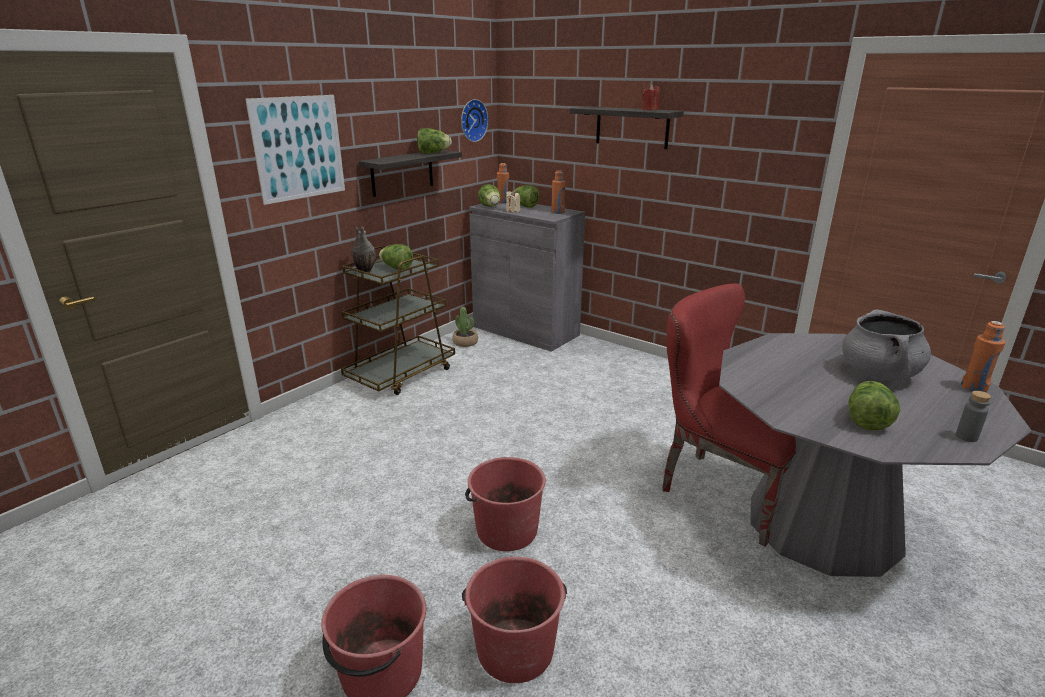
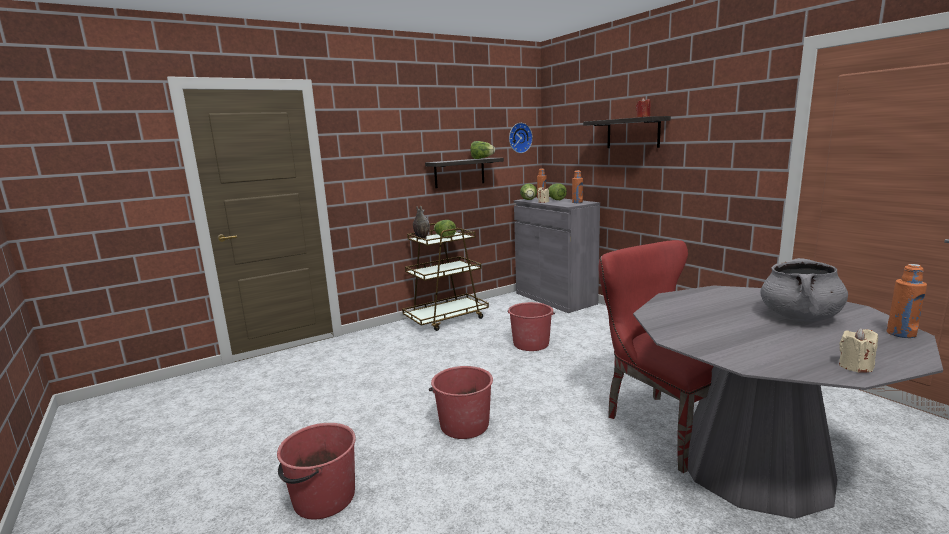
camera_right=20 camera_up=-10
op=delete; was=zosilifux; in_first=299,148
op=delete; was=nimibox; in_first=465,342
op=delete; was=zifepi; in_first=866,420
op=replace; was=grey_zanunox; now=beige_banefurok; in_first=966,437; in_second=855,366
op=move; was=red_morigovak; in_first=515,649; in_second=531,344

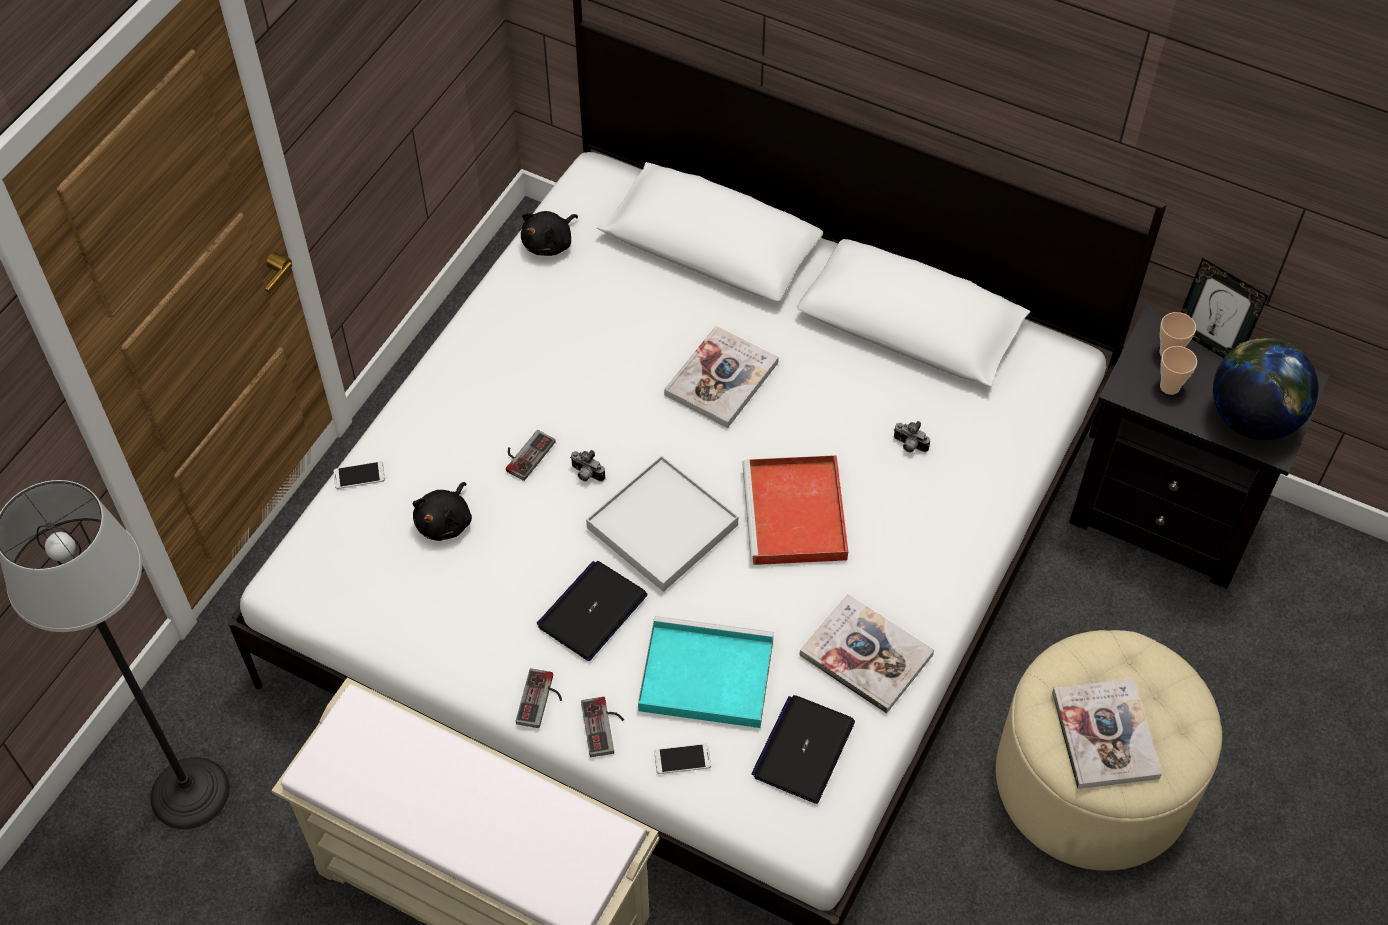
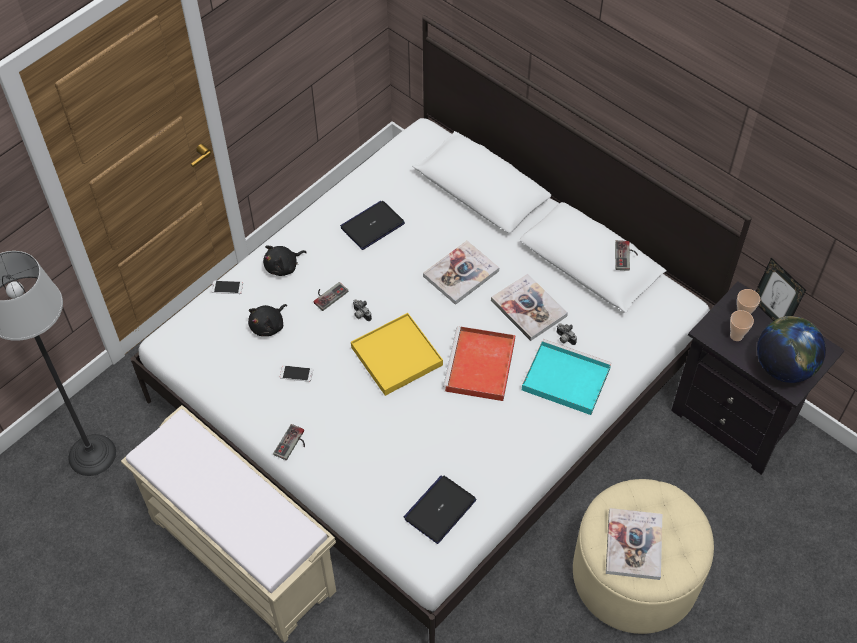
camera_right=15 camera_up=0
op=move; was=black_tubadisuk; in_first=550,243; in_second=283,267
op=recolor; was=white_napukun; now=yellow_napukun; in_first=662,526; in_second=396,356
op=move; was=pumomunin; in_first=592,611; in_second=372,225
op=move; was=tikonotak; in_first=866,655; in_second=528,308
op=move; was=turquoise_napukun; in_first=703,676; in_second=564,379
op=move; was=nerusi; in_first=605,726; in_second=626,256
op=move; was=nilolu; in_first=682,759; in_second=296,373

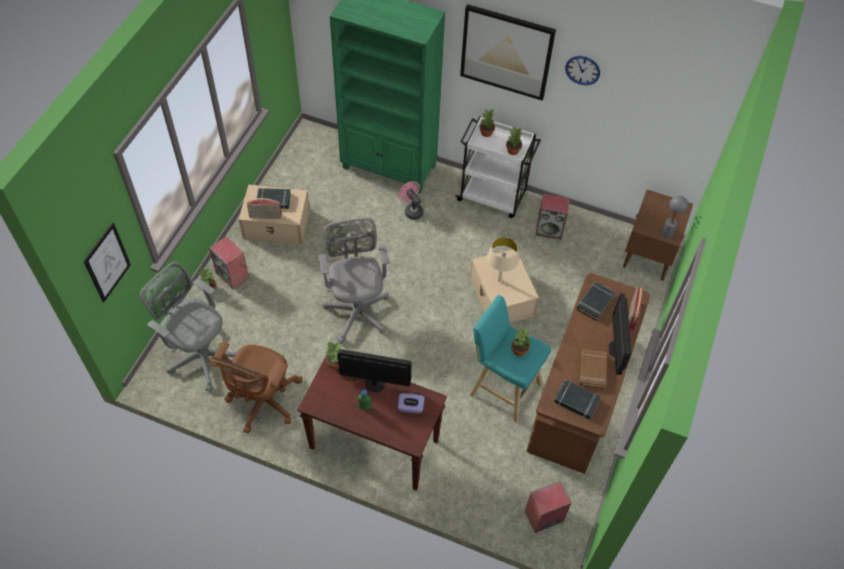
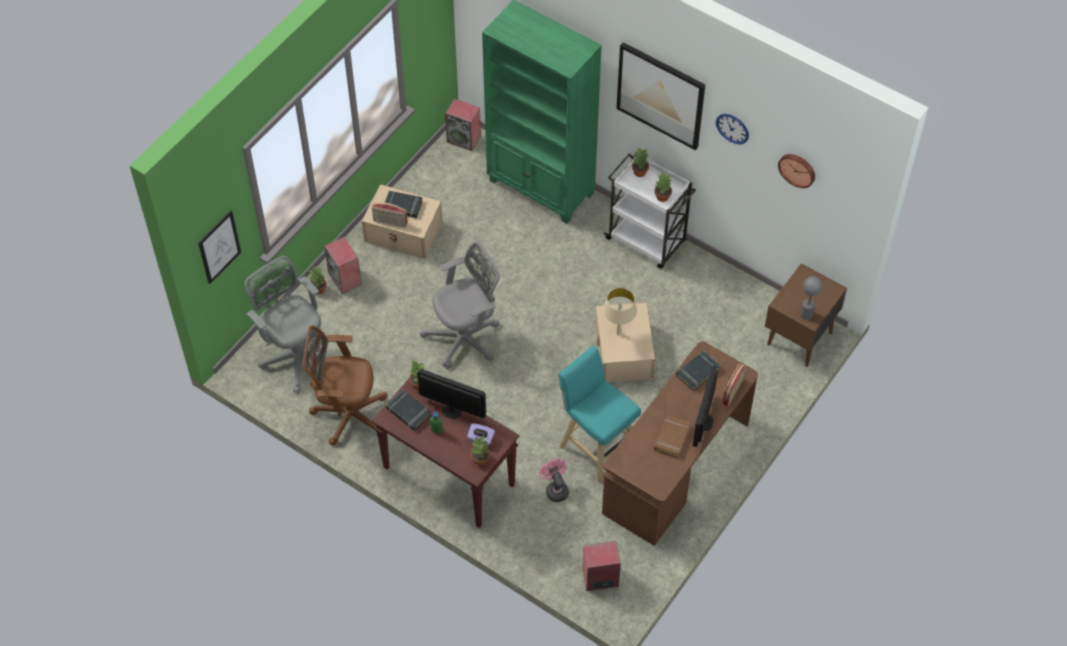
camera_right=15 camera_up=0
op=move; was=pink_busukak; in_first=411,210; in_second=555,489
op=move; was=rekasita; in_first=549,229; in_second=464,139
op=rotate; was=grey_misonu; in_first=357,309; in_second=466,338; clockwise=60
op=move; was=nimibox; in_first=519,350; in_second=480,459
op=rotate; was=brown_misonu; in_first=262,403; in_second=347,414; clockwise=60
op=move; was=black_tikonotak; in_first=576,401; in_second=408,412
op=insert; now=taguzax; in_second=797,169

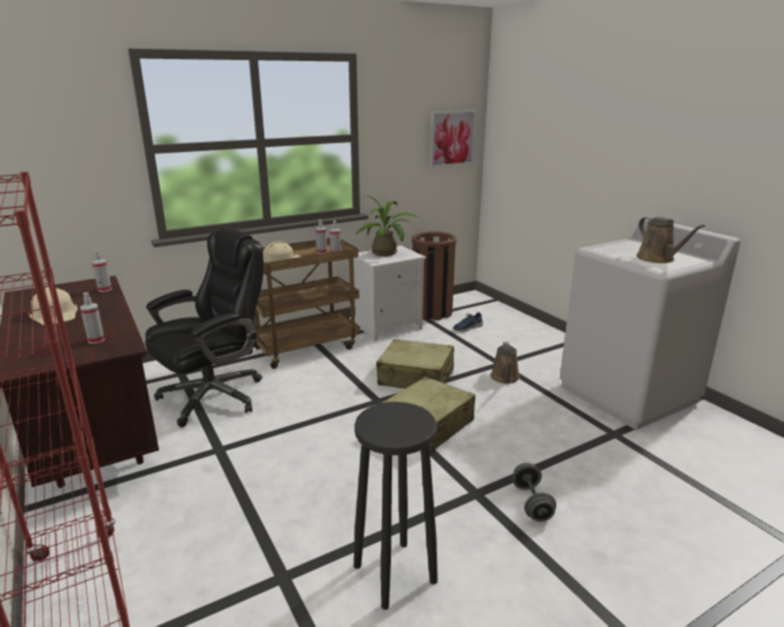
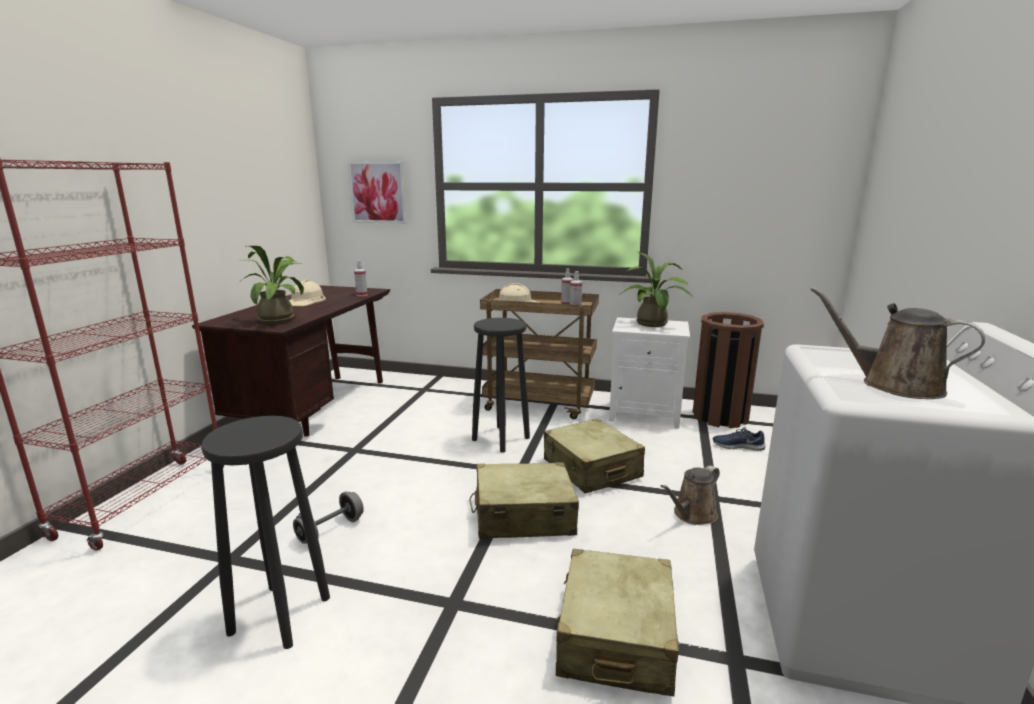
camera_right=45 camera_up=-5
op=move; was=zosilifux; in_first=452,138; in_second=378,192
op=rotate; was=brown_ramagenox; in_first=658,259; in_second=893,385; clockwise=105
op=delete; was=black_misonu; in_first=215,396
op=replace; was=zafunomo; now=nimibox; in_first=96,340; in_second=280,319
op=move; was=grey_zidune; in_first=531,503; in_second=330,530
op=insert; now=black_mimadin; in_second=501,439
op=insert; now=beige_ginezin; in_second=615,637

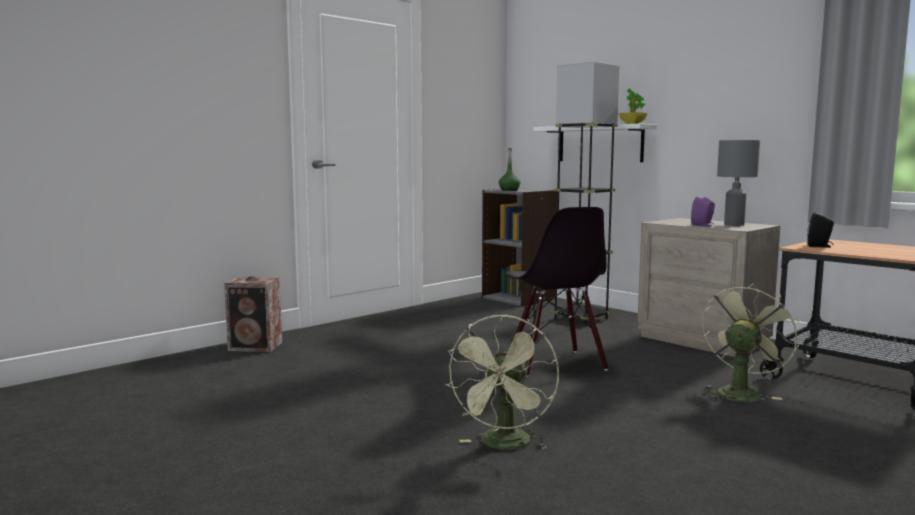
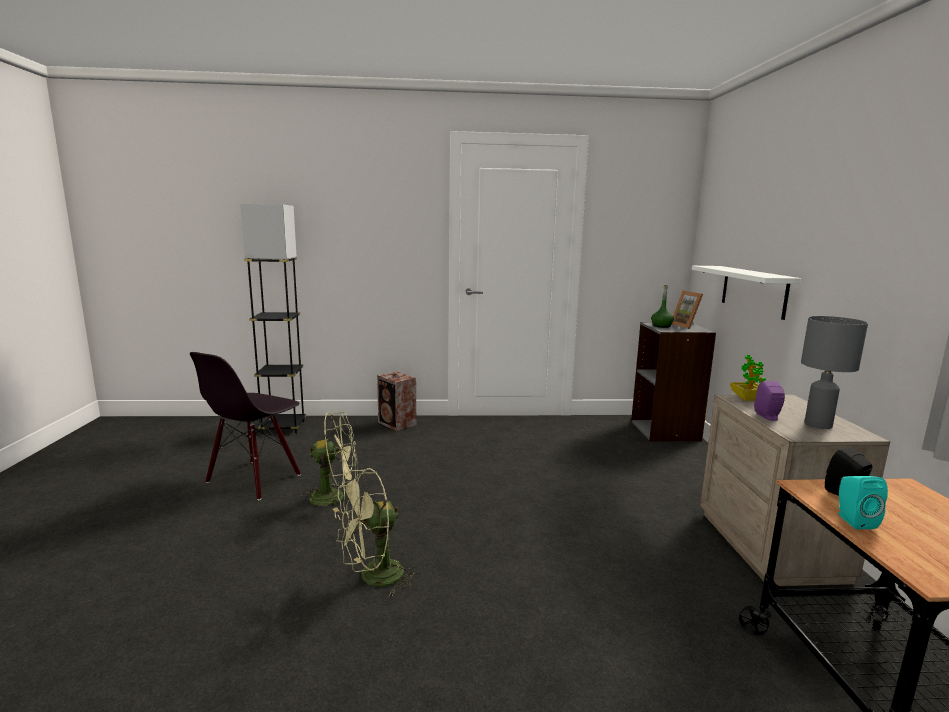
camera_right=40 camera_up=5
op=move; was=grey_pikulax; in_first=581,319; in_second=283,427
op=move; was=nimibox; in_first=632,123; in_second=747,399
op=move; was=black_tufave; in_first=554,363; in_second=254,479
op=move; was=green_busukak; in_first=740,392; in_second=335,497
op=insert; now=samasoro; in_second=686,326
op=insert; now=turquoise_rekasita; in_second=853,520

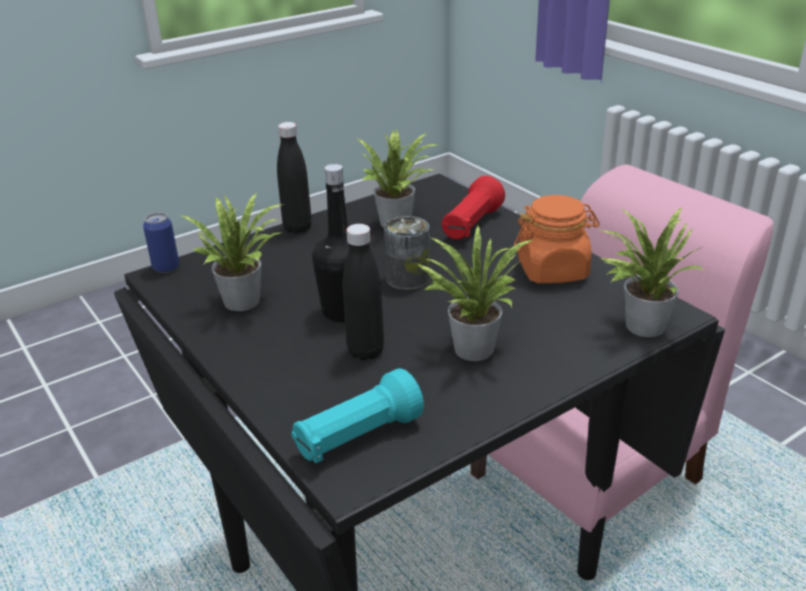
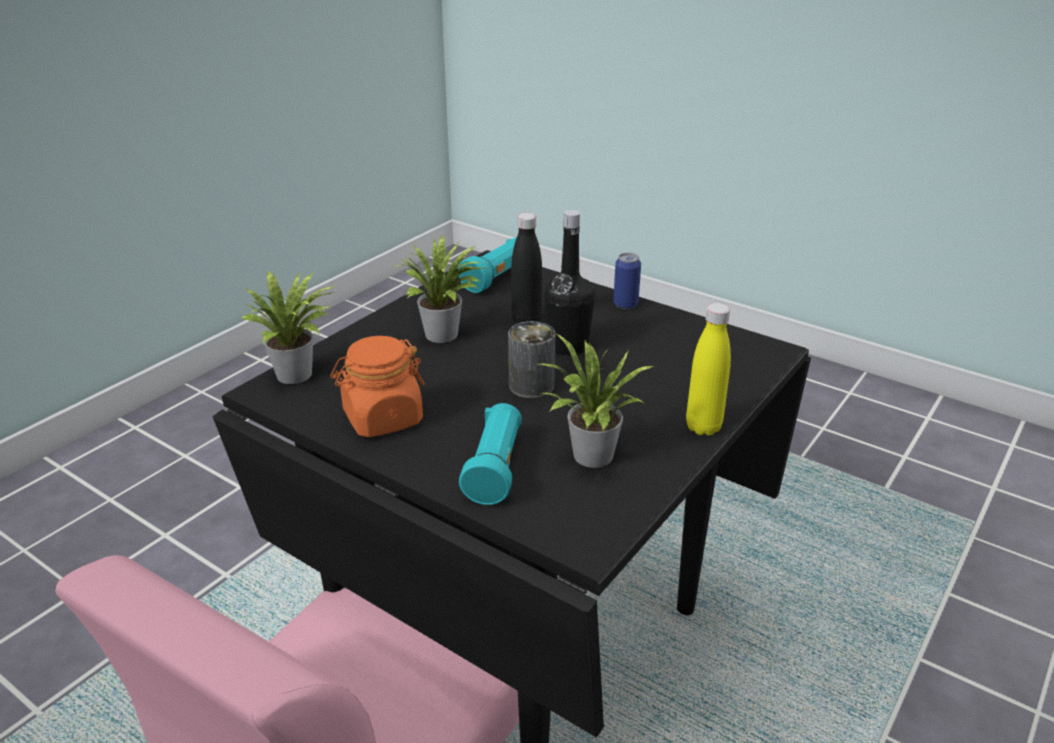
camera_right=160 camera_up=0
op=recolor; was=black_zanunox; now=yellow_zanunox; in_first=297,228; in_second=703,427
op=recolor; was=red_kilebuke; now=turquoise_kilebuke; in_first=471,225; in_second=495,468
op=delete; was=nimibox; in_first=245,299
op=move; was=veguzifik; in_first=166,267; in_second=625,304

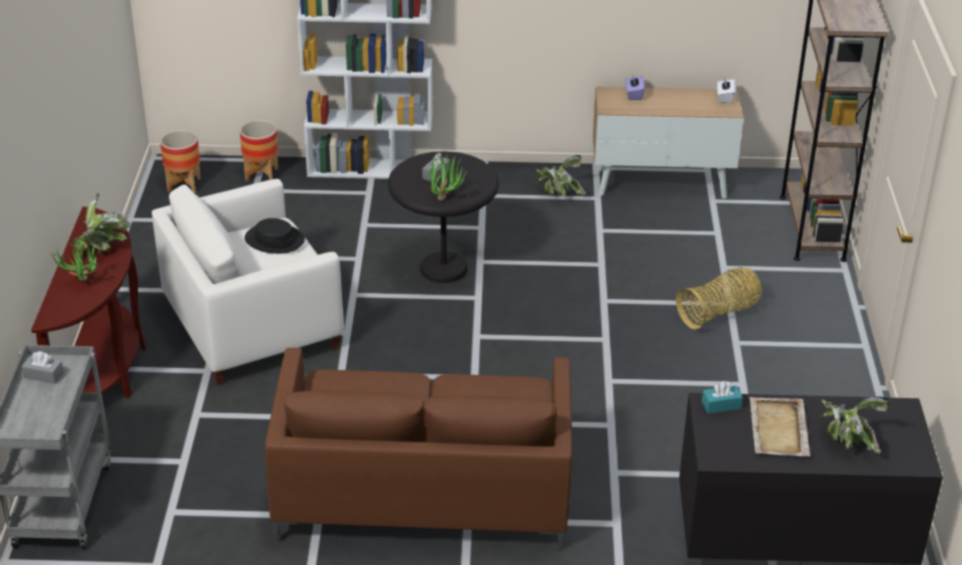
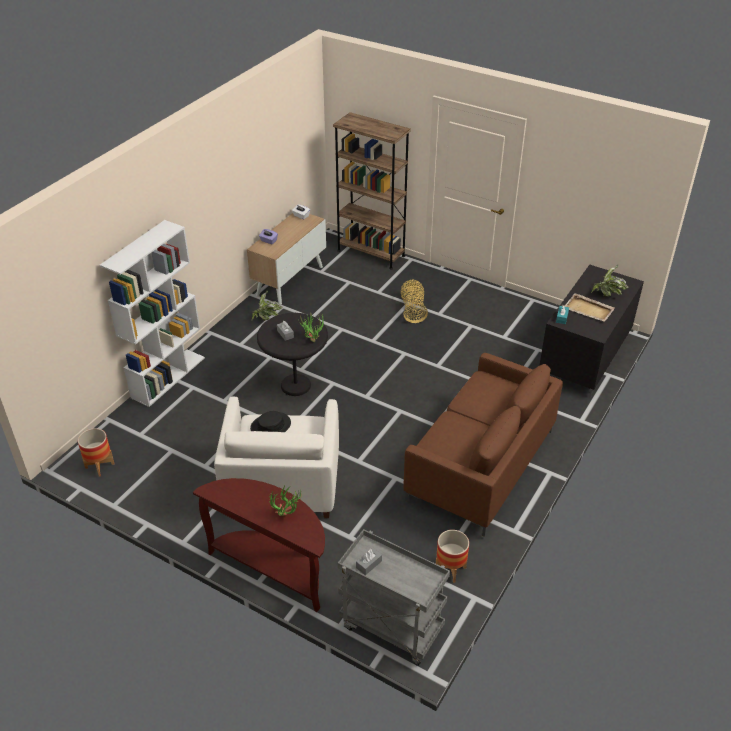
camera_right=-60 camera_up=5
op=move; was=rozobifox; in_first=261,174; in_second=450,569
op=delete; was=nimibox; in_first=103,249

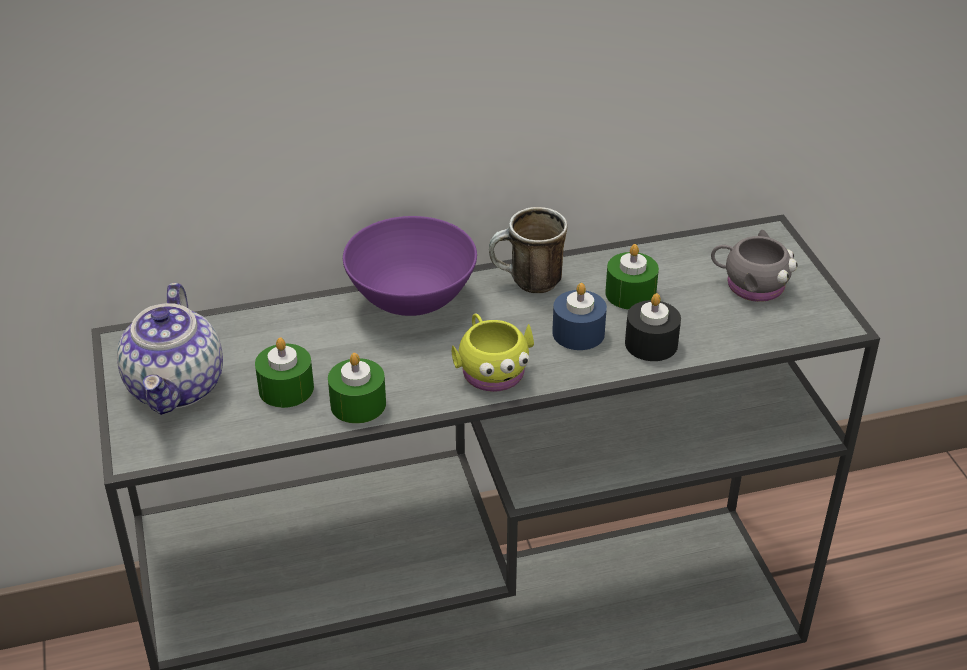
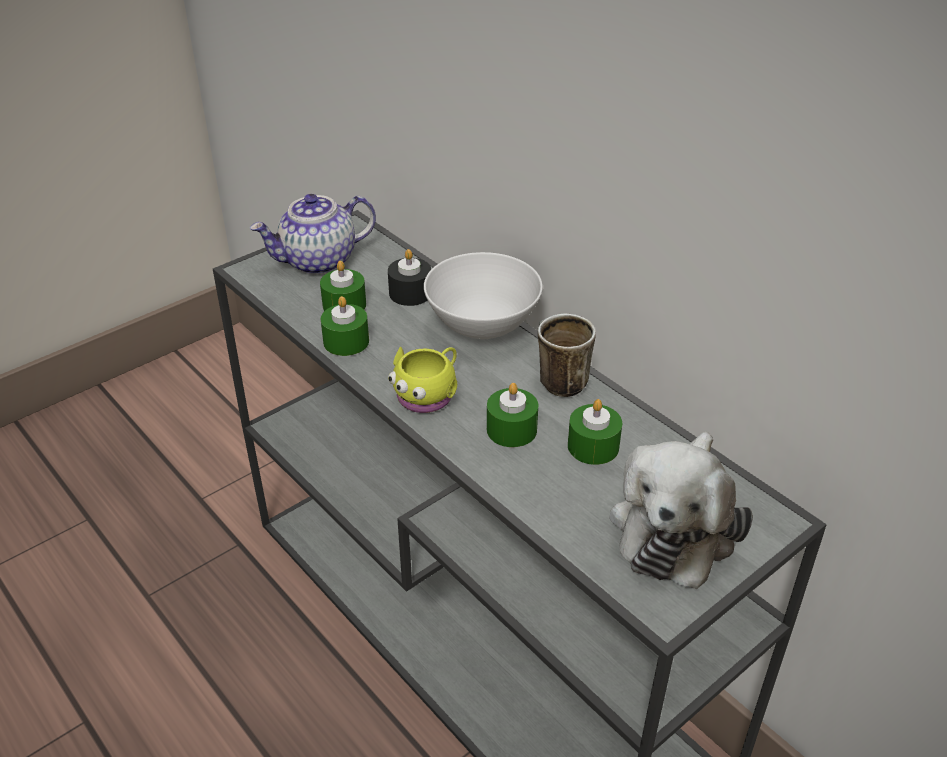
camera_right=65 camera_up=0
op=recolor; was=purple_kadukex; now=white_kadukex; in_first=410,303; in_second=482,328
op=replace; was=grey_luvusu; now=tubadisuk; in_first=749,285; in_second=675,526
op=recolor; was=blue_banefurok; now=green_banefurok; in_first=578,333; in_second=511,429
op=move; was=black_banefurok; in_first=651,344; in_second=410,293

